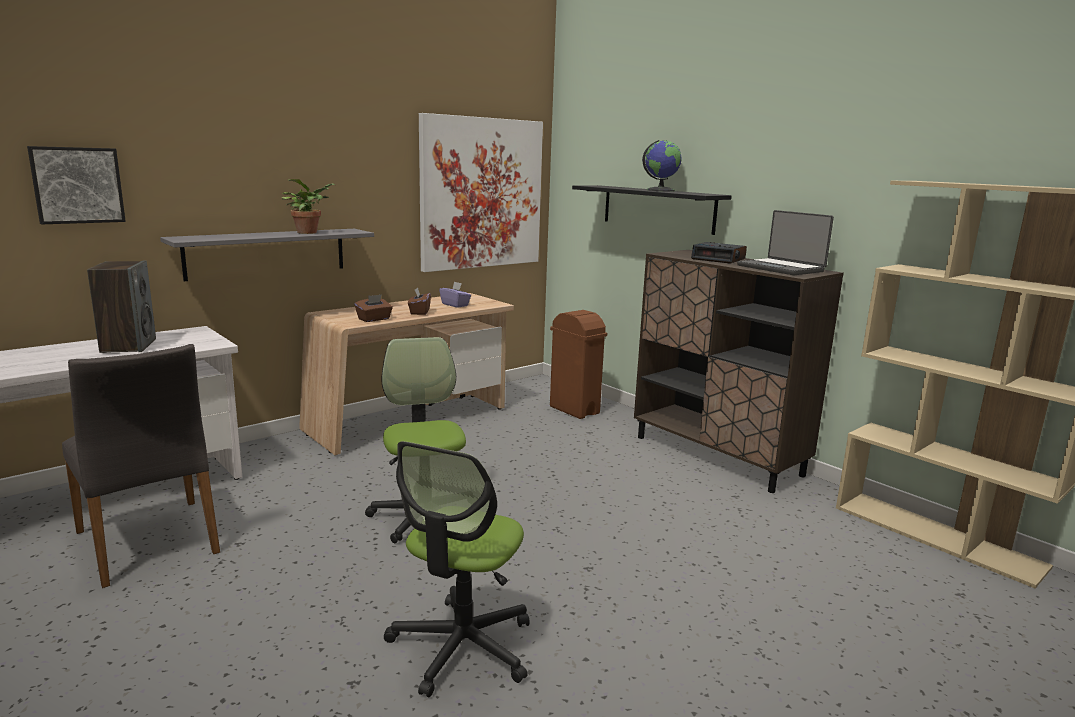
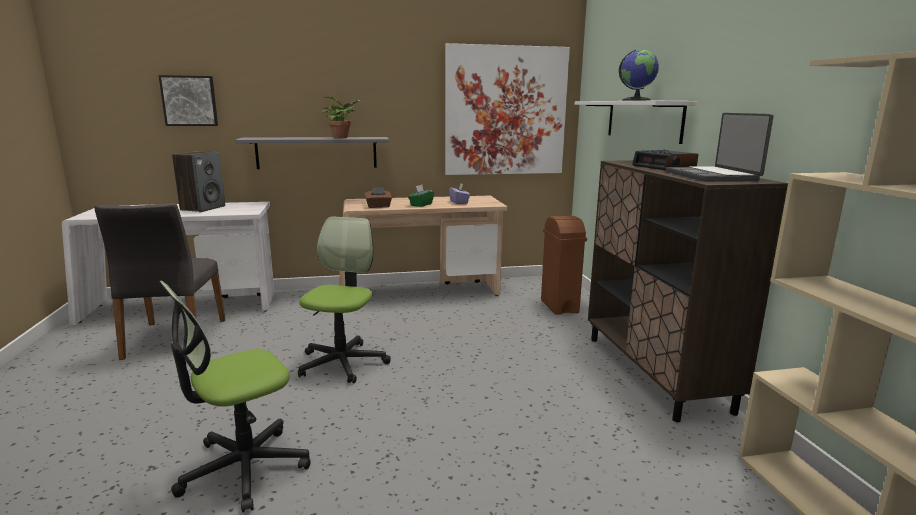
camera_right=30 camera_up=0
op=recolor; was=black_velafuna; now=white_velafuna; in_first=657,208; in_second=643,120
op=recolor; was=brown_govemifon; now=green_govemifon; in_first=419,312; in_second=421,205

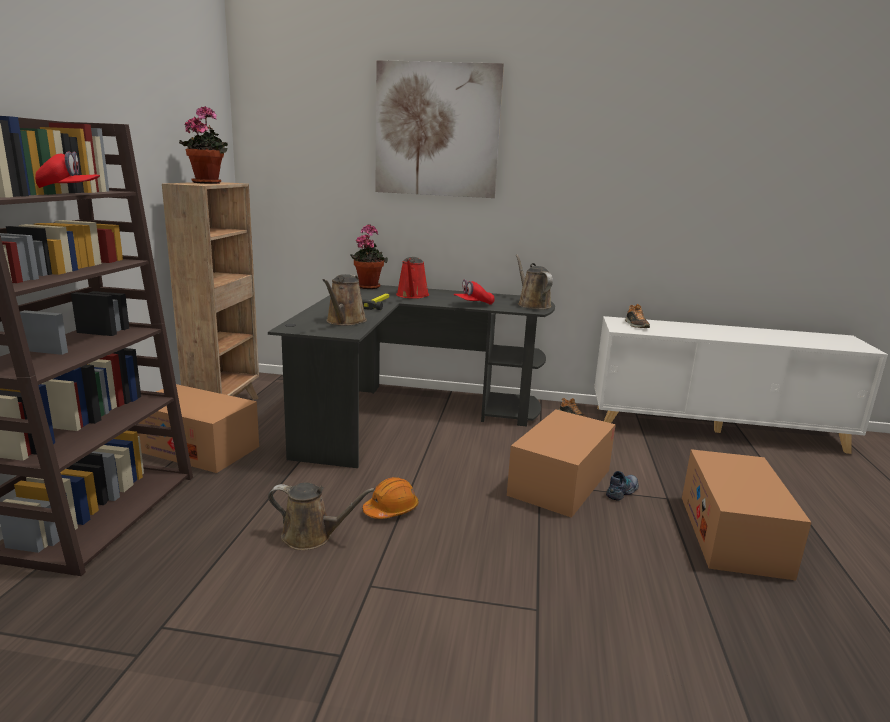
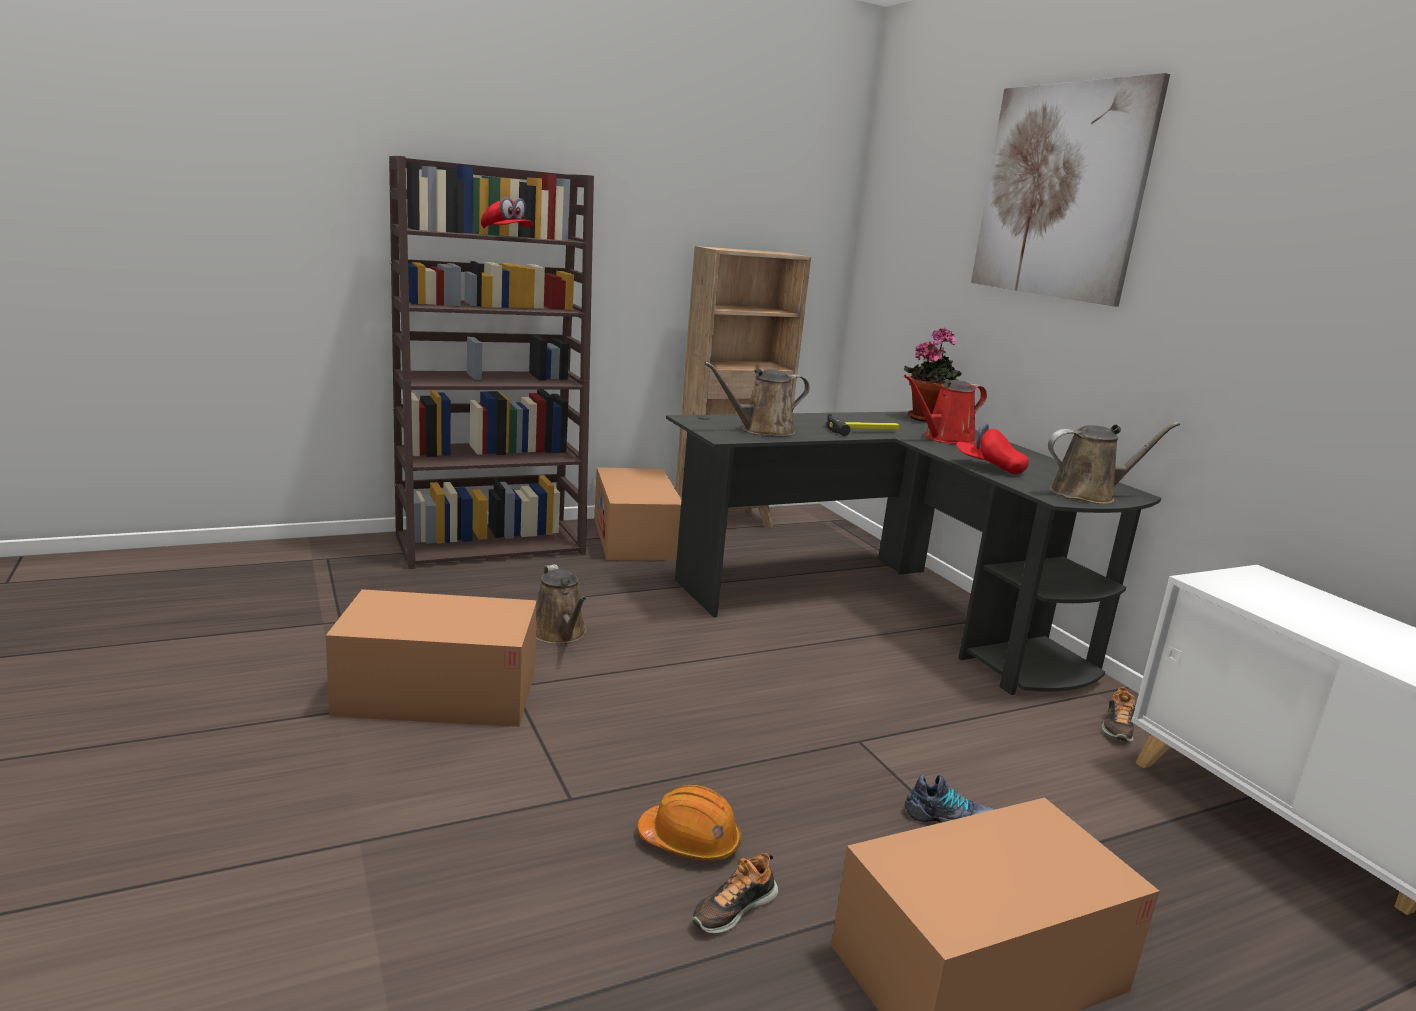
camera_right=55 camera_up=0
op=delete; was=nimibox; in_first=208,183
op=rotate; was=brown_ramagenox; in_first=532,304; in_second=1088,494; clockwise=45
op=move; was=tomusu; in_first=636,325; in_second=733,909
op=move; was=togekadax; in_first=560,482; in_second=438,693
op=move; was=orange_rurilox; in_first=391,509; in_second=690,841

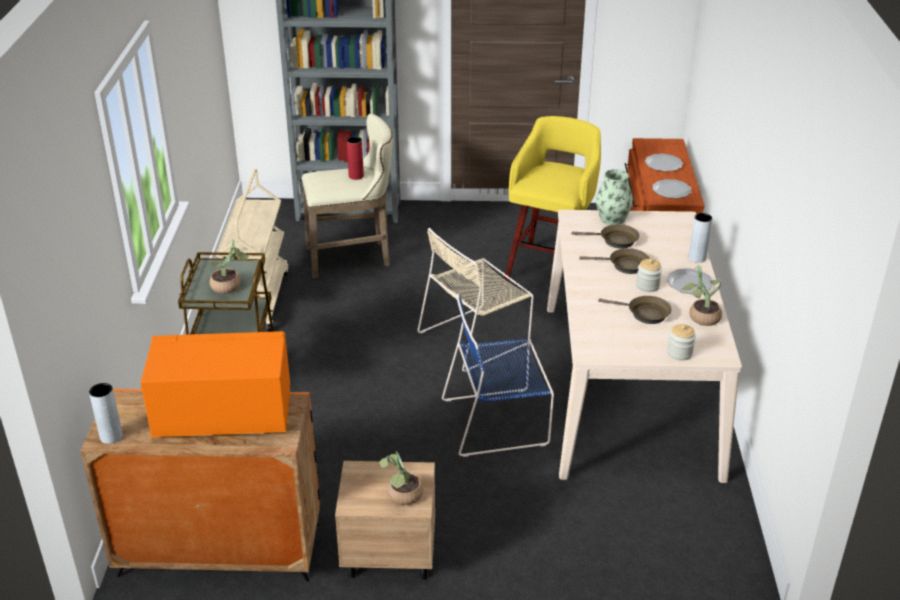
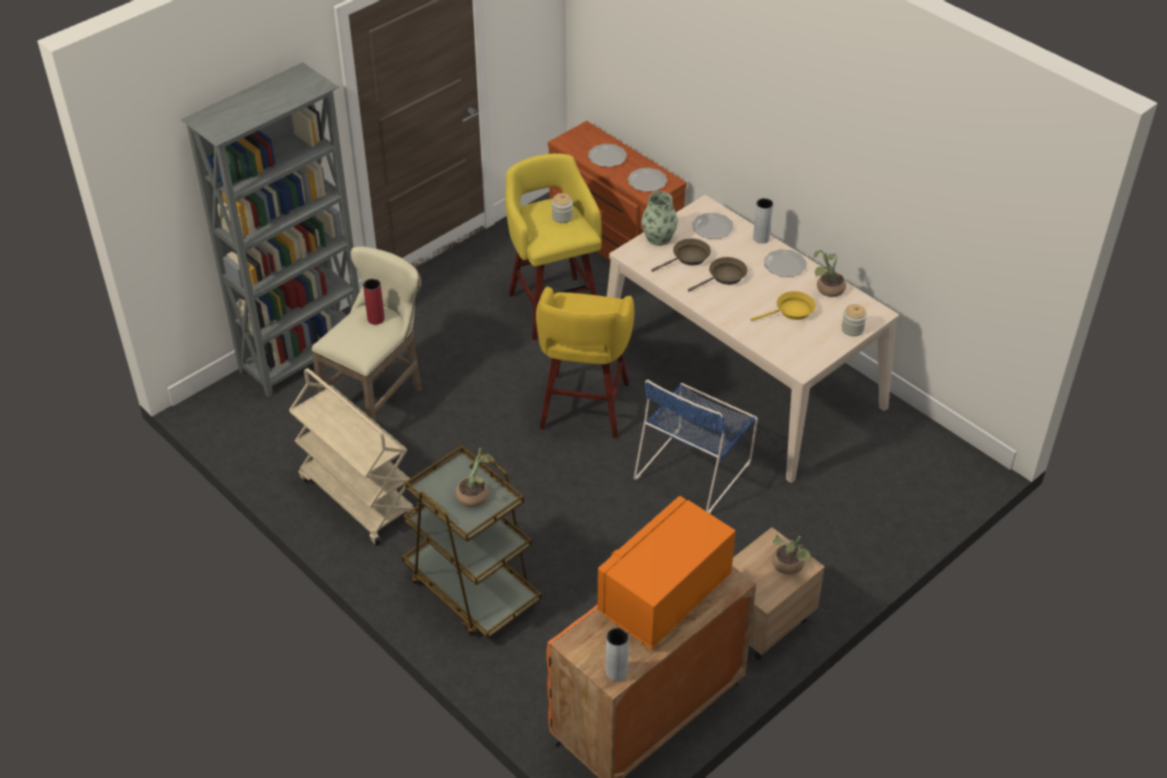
camera_right=-45 camera_up=10
op=replace; was=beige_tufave; now=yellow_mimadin; in_first=476,337; in_second=584,408
op=move; was=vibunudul; in_first=647,286; in_second=562,217
op=recolor; was=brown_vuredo; now=yellow_vuredo; in_first=644,314; in_second=791,311
op=insert; now=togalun; in_second=712,228

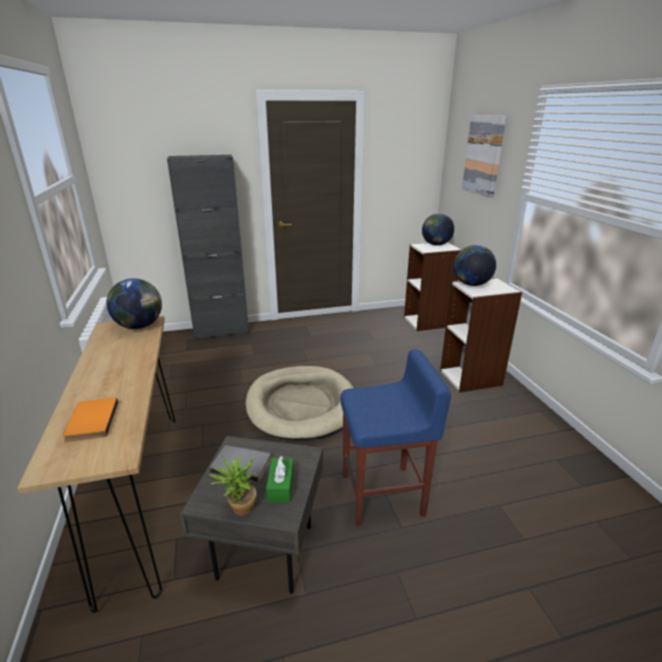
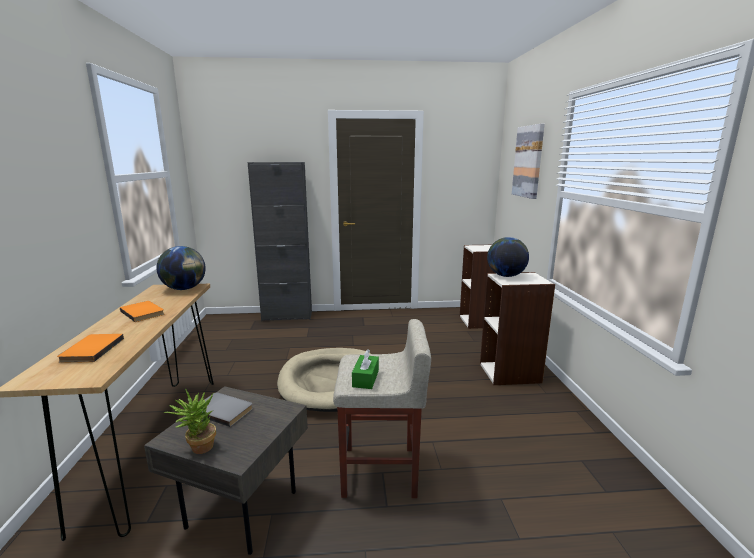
camera_right=10 camera_up=-10
op=delete; was=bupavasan; in_first=436,245
op=recolor; was=blue_mimadin; now=beige_mimadin; in_first=384,494; in_second=381,471
op=move; was=green_govemifon; in_first=281,486; in_second=365,378
op=insert; now=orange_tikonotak; in_second=144,312

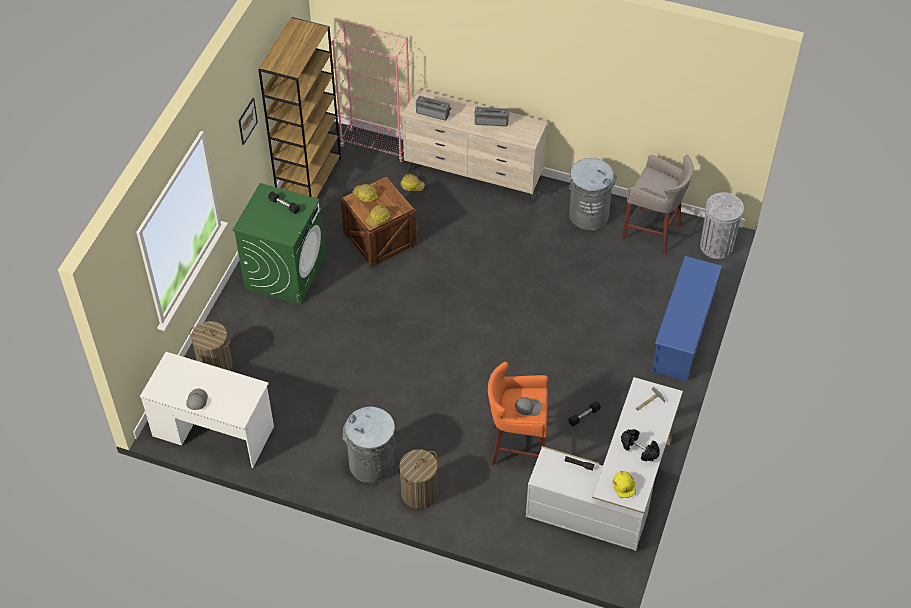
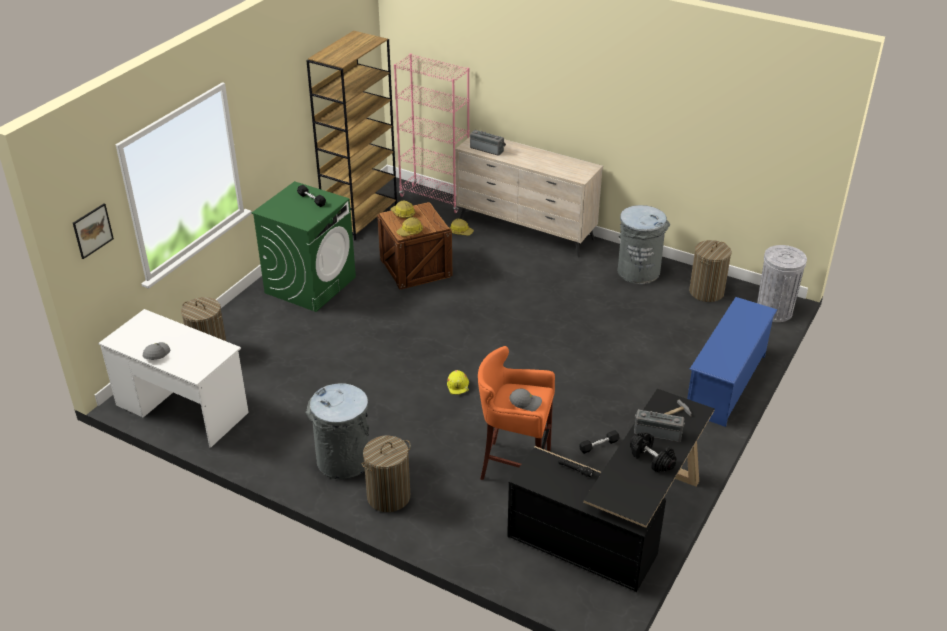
camera_right=10 camera_up=-15
op=move; was=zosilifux; in_first=247,121; in_second=92,230
op=move; was=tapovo; in_first=491,121; in_second=658,432
op=replace; was=grey_mimadin; now=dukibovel; in_first=653,231; in_second=706,292
op=recolor; was=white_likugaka; now=black_likugaka; in_first=611,491; in_second=617,524
op=move; was=yellow_rurilox; in_first=624,486; in_second=458,386

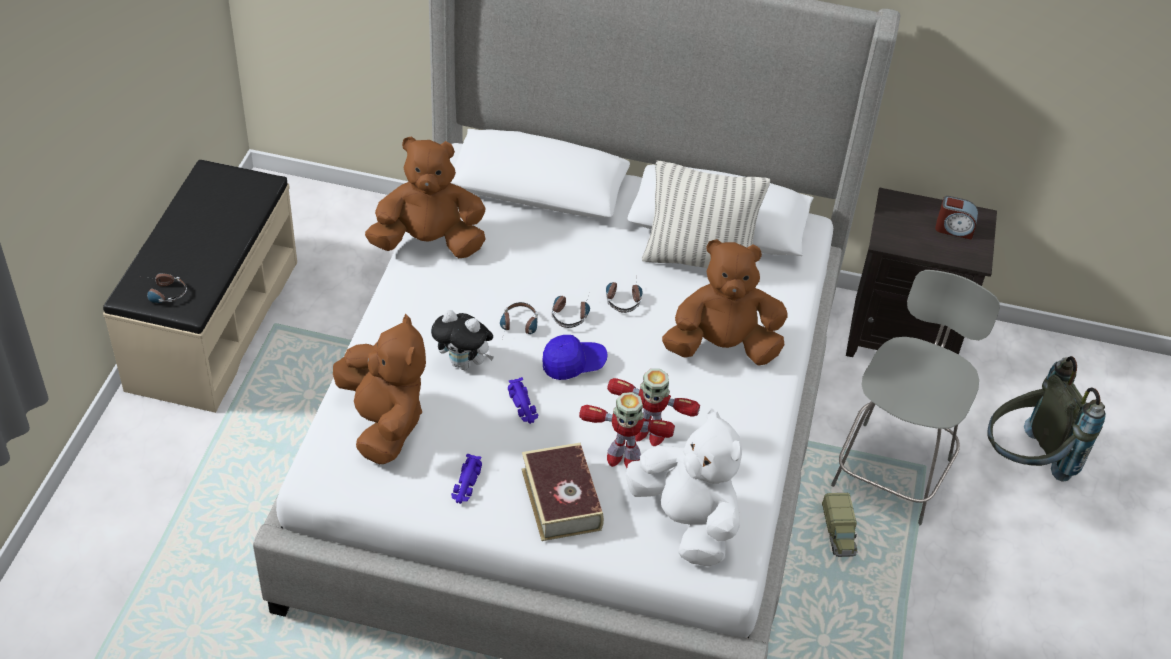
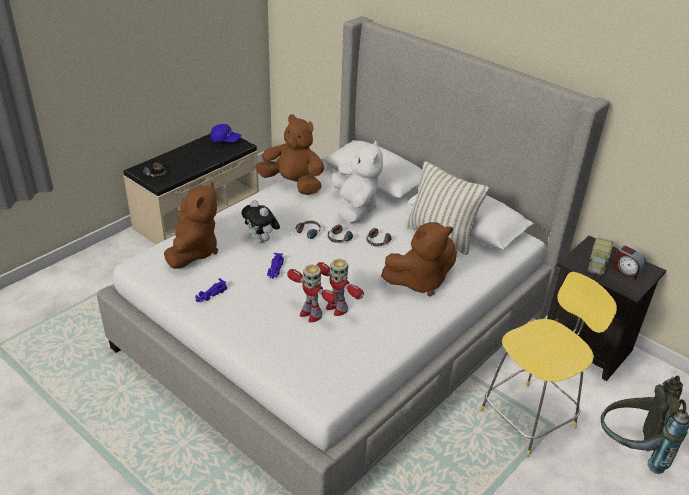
camera_right=30 camera_up=-10
op=rotate; was=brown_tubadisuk; in_first=722,347; in_second=419,281; clockwise=135
op=recolor; was=grey_mimadin; now=yellow_mimadin; in_first=893,469; in_second=530,418
op=move; was=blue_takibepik; in_first=573,364; in_second=226,140
op=move; was=white_tubadisuk; in_first=686,522; in_second=355,208
op=delete; was=tikonotak; in_first=561,499
op=move; was=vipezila; in_first=838,533; in_second=597,264

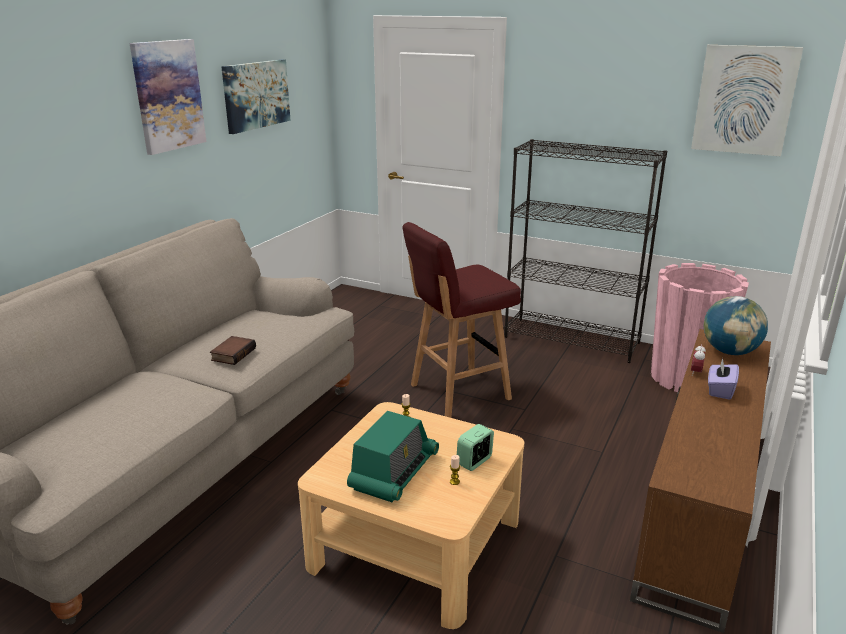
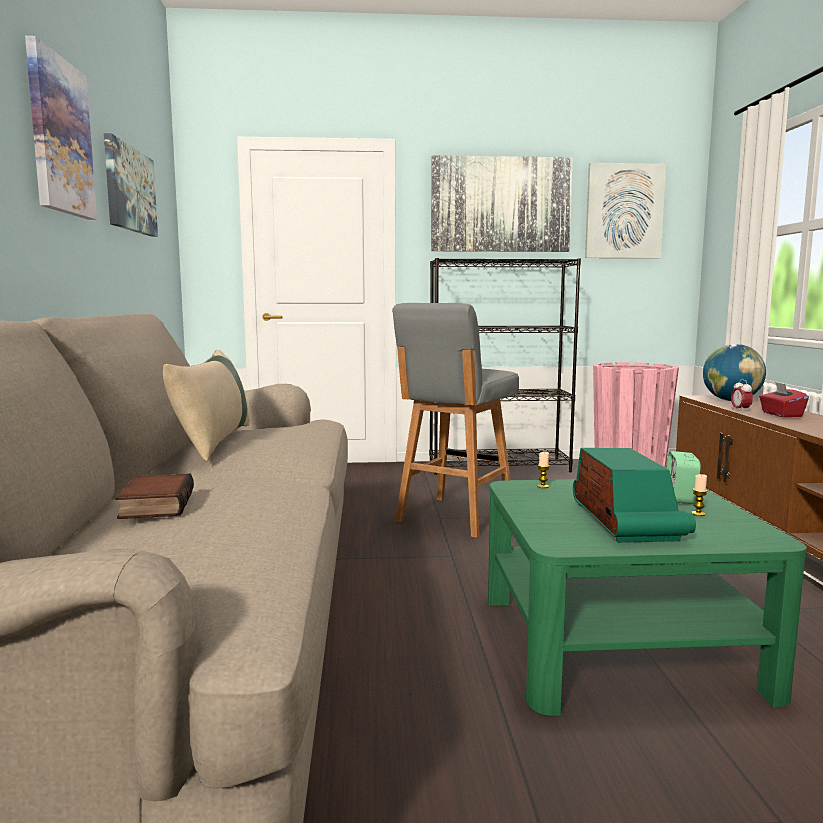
camera_right=-30 camera_up=-15
op=recolor; was=red_mimadin; now=grey_mimadin; in_first=457,392; in_second=454,517
op=move; was=tikonotak; in_first=233,354; in_second=154,504
op=recolor; was=purple_govemifon; now=red_govemifon; in_first=720,390; in_second=781,414
op=recolor; was=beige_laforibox; now=green_laforibox; in_first=415,542; in_second=616,642
op=insert; now=zosilifux; in_second=500,205
op=insert; now=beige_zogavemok; in_second=214,441

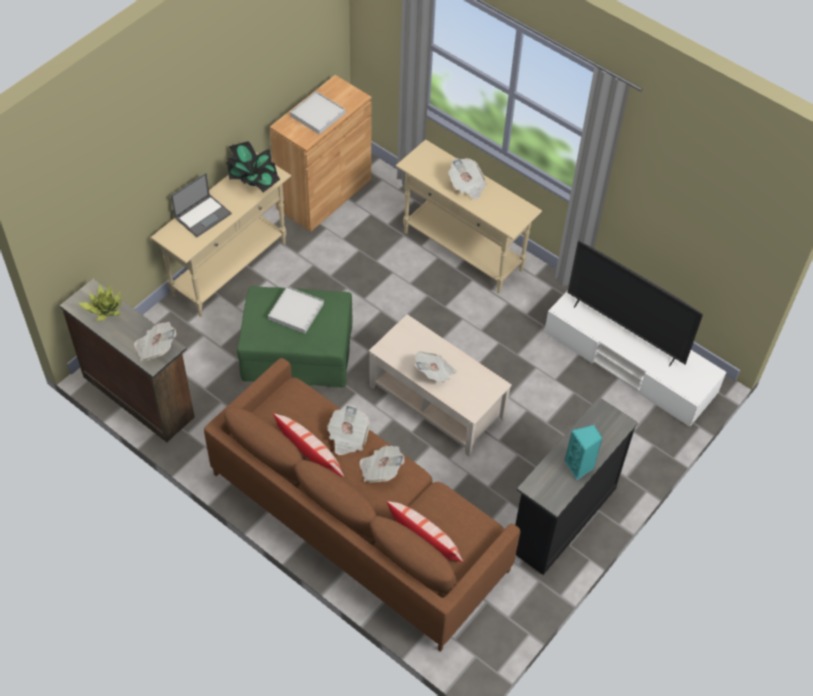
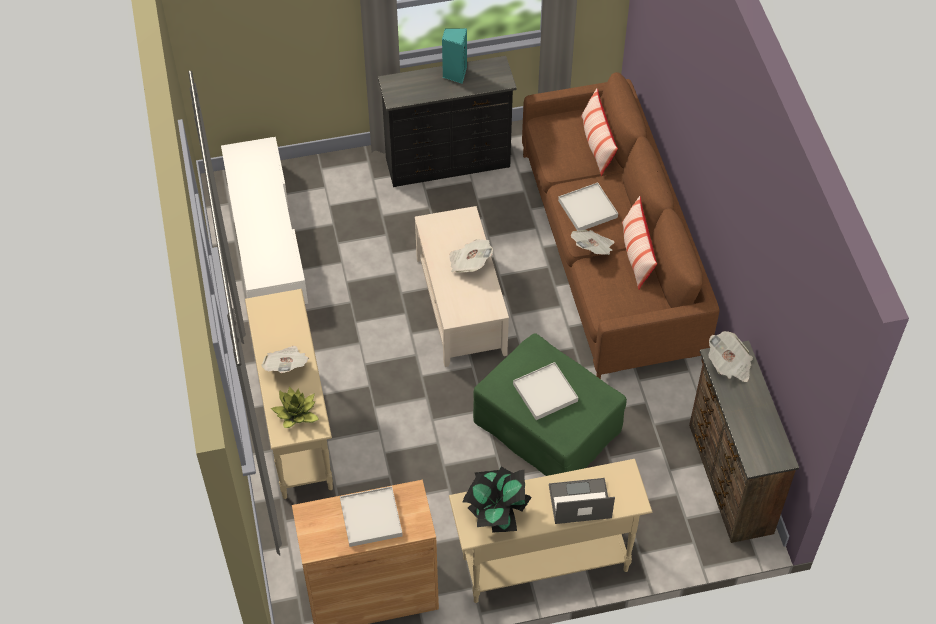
camera_right=-140 camera_up=0
op=delete; was=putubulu; in_first=625,331
op=move; was=nimibox; in_first=104,308; in_second=296,414
op=replace; was=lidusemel; now=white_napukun; in_first=380,470; in_second=588,209

